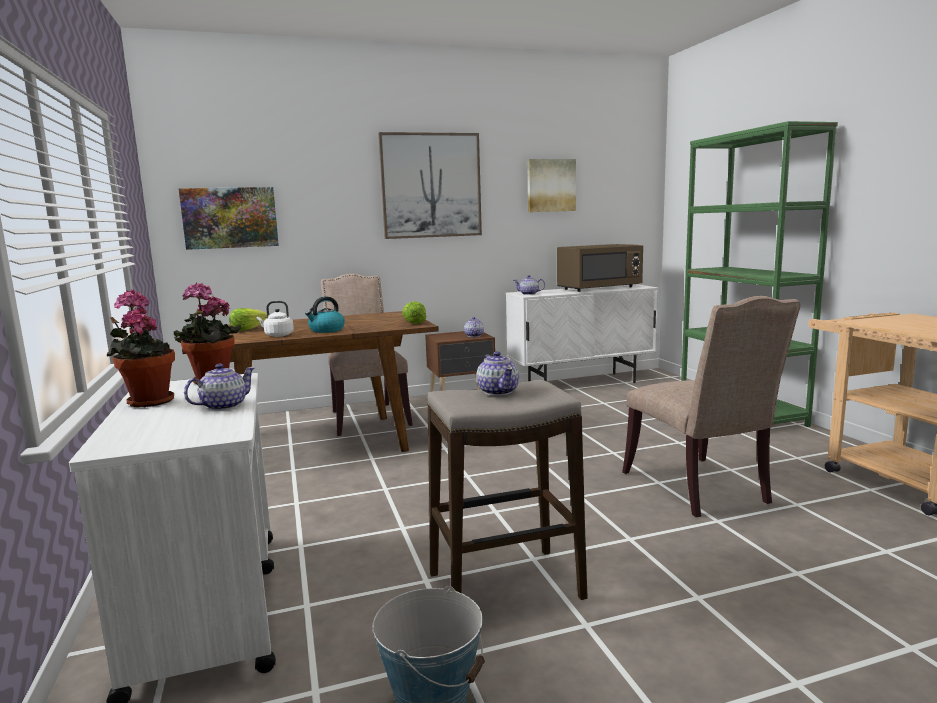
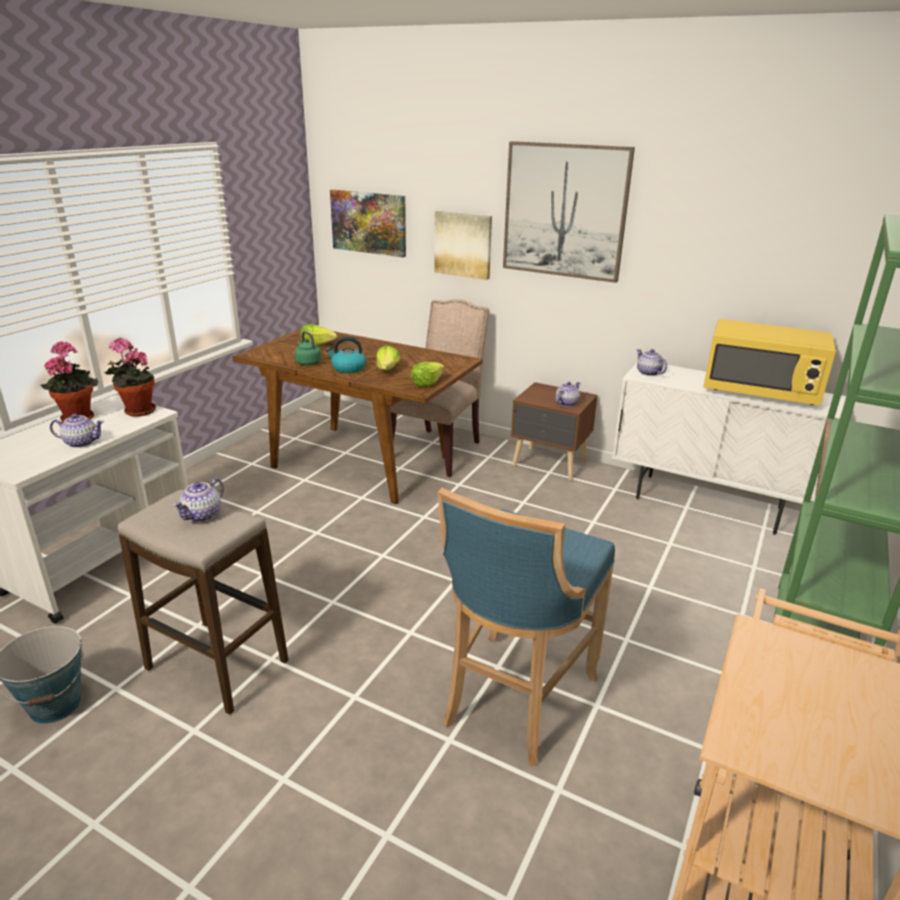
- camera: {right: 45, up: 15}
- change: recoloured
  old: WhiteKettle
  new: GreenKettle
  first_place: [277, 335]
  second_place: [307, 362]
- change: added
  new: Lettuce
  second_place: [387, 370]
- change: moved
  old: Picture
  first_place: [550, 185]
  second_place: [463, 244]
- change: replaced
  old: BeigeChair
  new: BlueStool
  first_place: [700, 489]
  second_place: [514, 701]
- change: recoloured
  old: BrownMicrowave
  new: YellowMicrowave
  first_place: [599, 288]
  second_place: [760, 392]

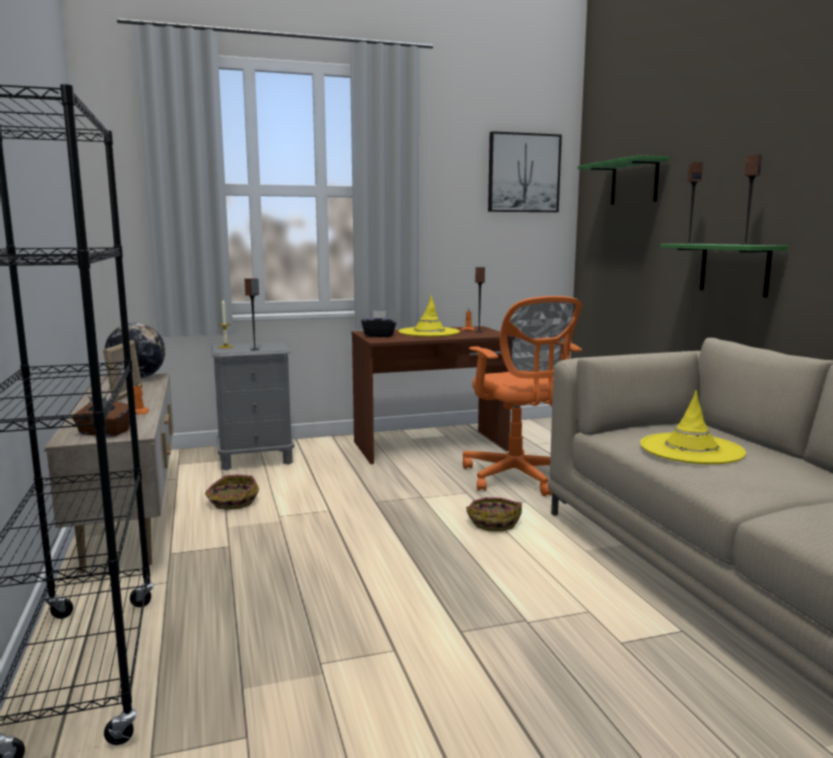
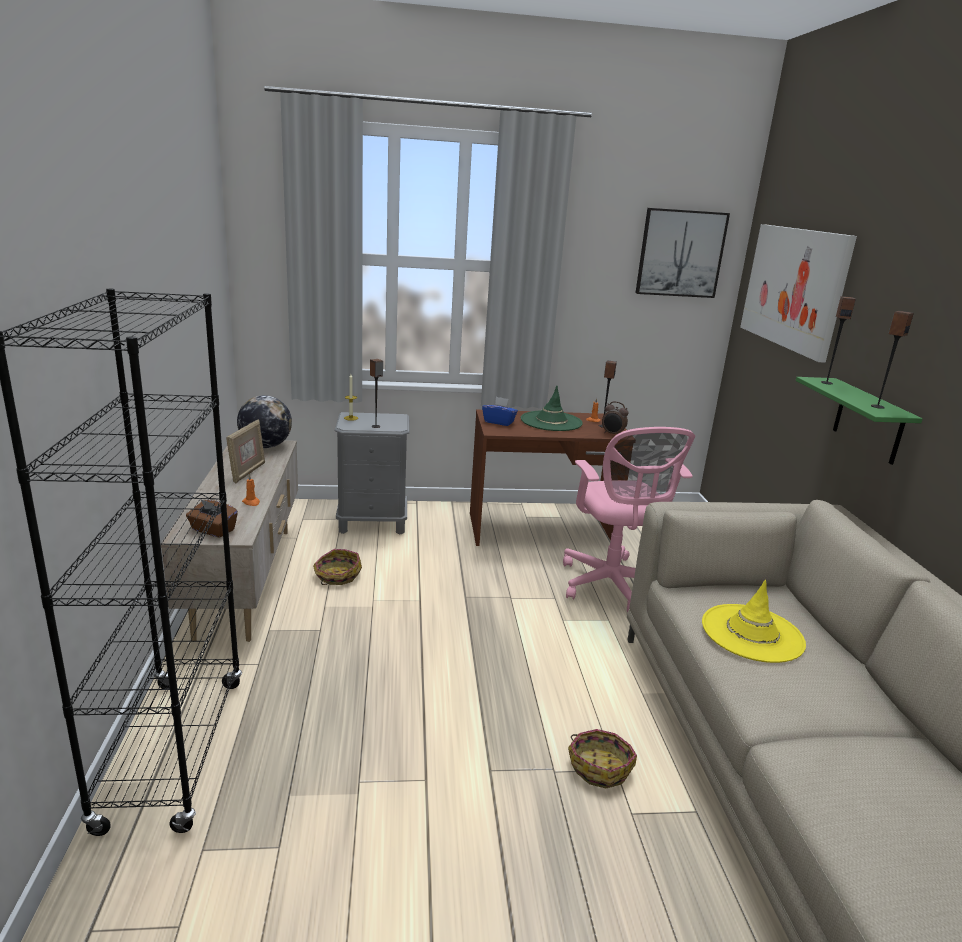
- camera: {right: 10, up: 10}
- change: recoloured
  old: BlackTissueBox
  new: BlueTissueBox
  first_place: [379, 335]
  second_place: [499, 422]
- change: recoloured
  old: YellowHat
  new: GreenHat
  first_place: [429, 332]
  second_place: [551, 421]
- change: recoloured
  old: OrangeOfficeChair
  new: PinkOfficeChair
  first_place: [517, 478]
  second_place: [612, 587]
- change: moved
  old: Basket
  first_place: [493, 522]
  second_place: [599, 766]
- change: added
  new: AlarmClock
  second_place: [612, 434]
- change: replaced
  old: GreenShelf
  new: Picture
  first_place: [634, 182]
  second_place: [794, 288]

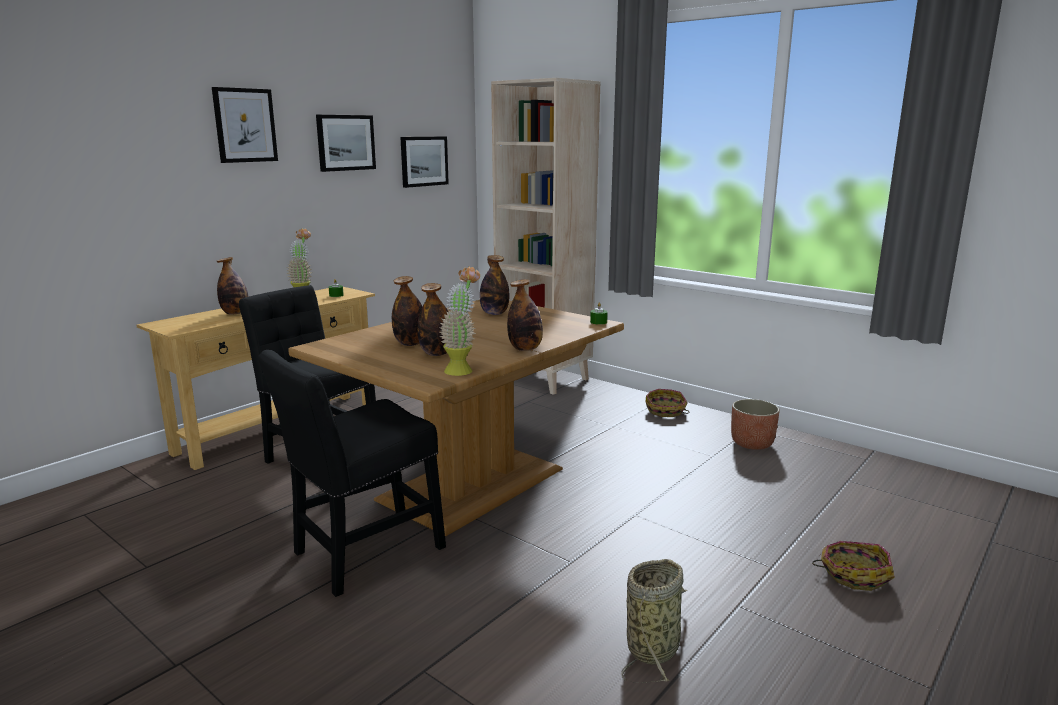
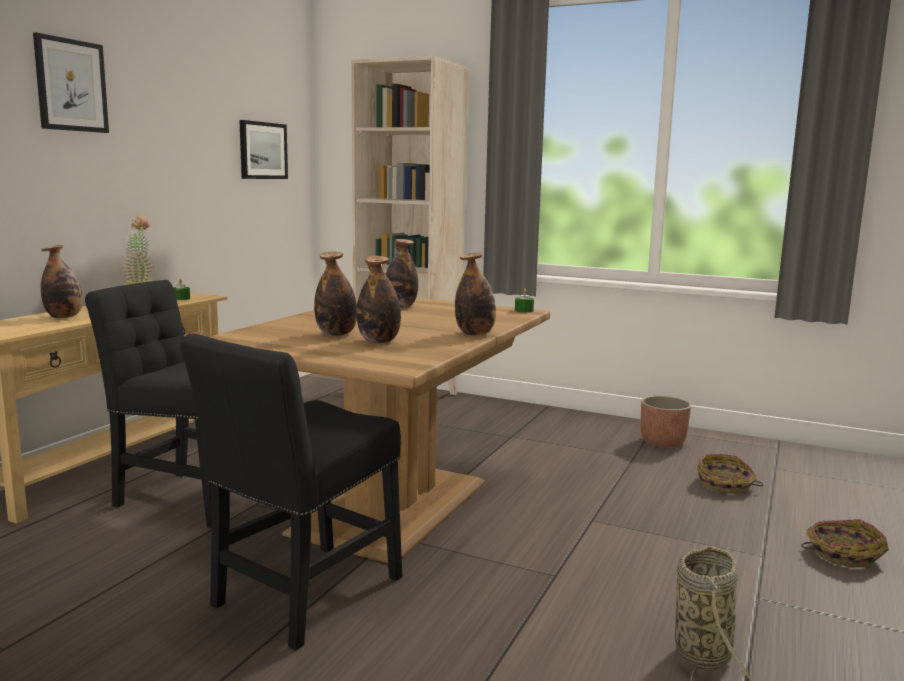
- camera: {right: -15, up: -5}
- change: moved
  old: Basket
  first_place: [665, 411]
  second_place: [725, 485]
- change: removed
  old: Picture
  first_place: [345, 142]
- change: removed
  old: PottedPlant
  first_place: [462, 369]

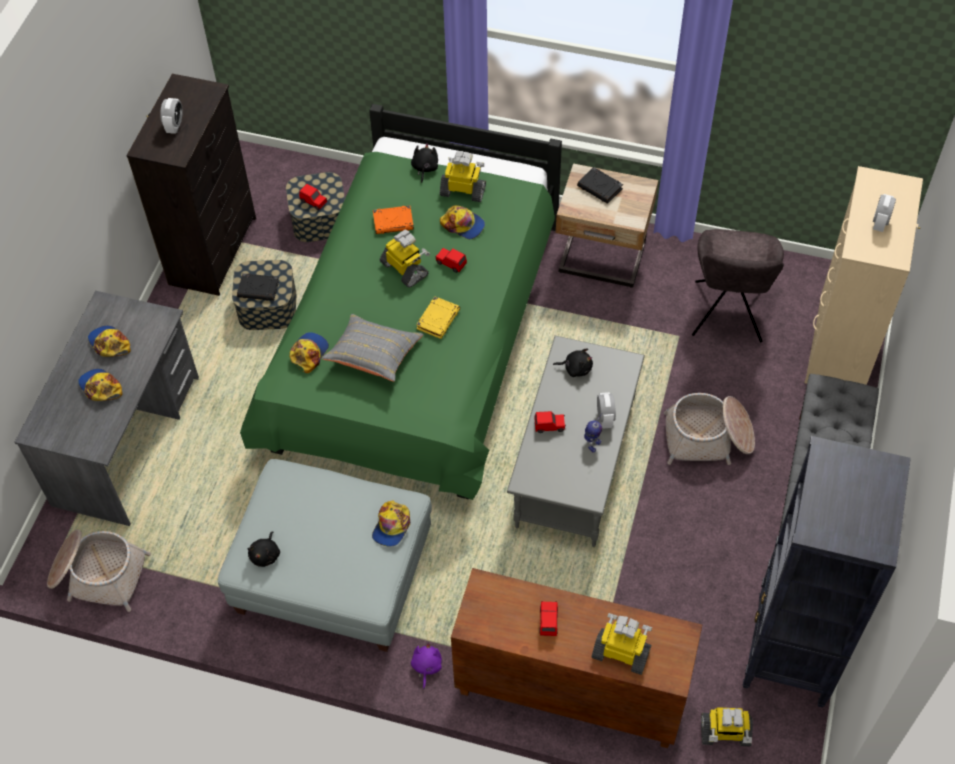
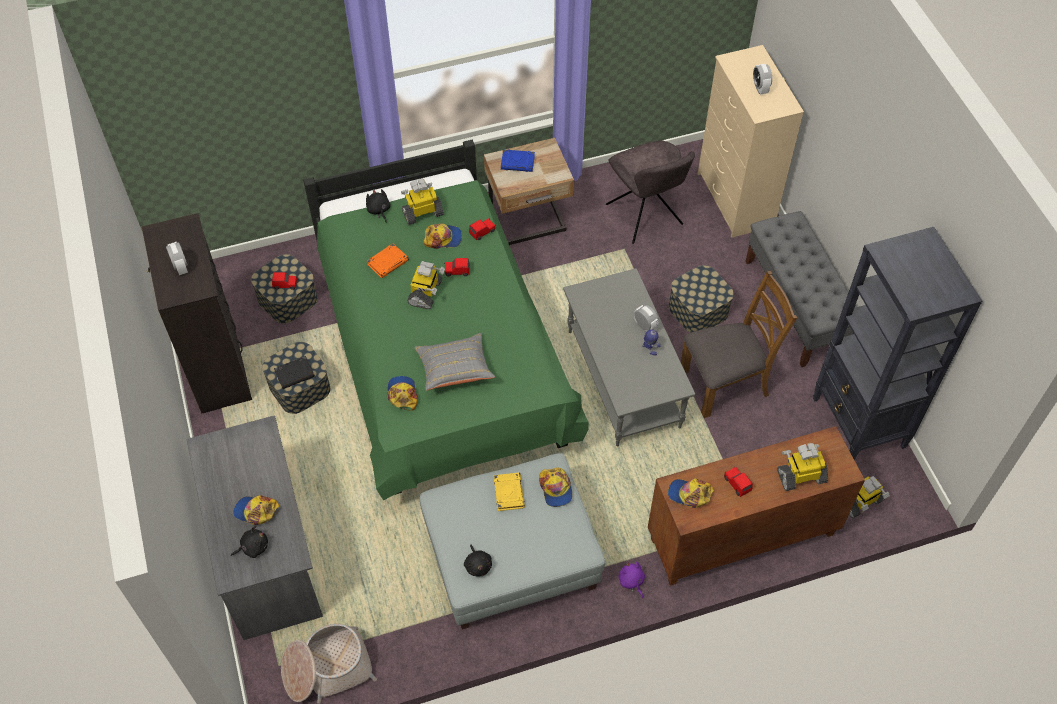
- camera: {right: -35, up: 0}
- change: moved
  old: BlackPlushToy
  first_place: [576, 368]
  second_place: [253, 547]
- change: turned
  old: ToyRobot
  first_place: [405, 269]
  second_place: [426, 293]
  degrees: 90
- change: moved
  old: RedToyCar
  first_place: [549, 426]
  second_place: [482, 232]
- change: moved
  old: YellowBook
  first_place: [438, 319]
  second_place: [508, 492]
- change: recoloured
  old: BlackBook
  new: BlueBook
  first_place: [600, 188]
  second_place: [518, 163]
- change: replaced
  old: Basket
  new: StorageBox
  first_place: [708, 438]
  second_place: [698, 310]
- change: moved
  old: Cap
  first_place: [109, 344]
  second_place: [689, 494]
- change: added
  new: BrownChair
  second_place: [725, 382]

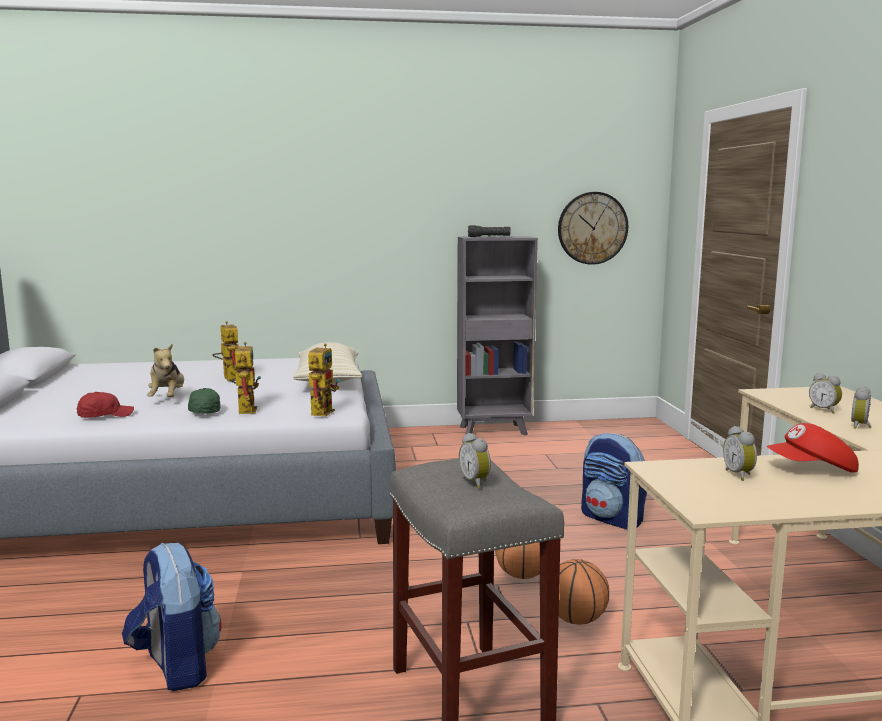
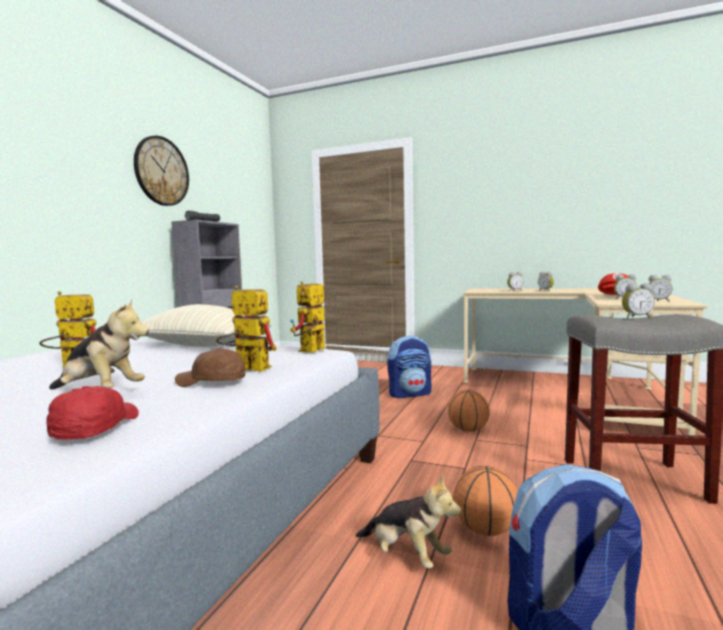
- camera: {right: -60, up: -5}
- change: moved
  old: WallClock
  first_place: [592, 228]
  second_place: [161, 171]
- change: recoloured
  old: GreenCap
  new: BrownCap
  first_place: [203, 411]
  second_place: [212, 382]
- change: turned
  old: ToyRobot
  first_place: [322, 411]
  second_place: [310, 351]
  degrees: -105
- change: added
  new: PlushToy
  second_place: [406, 555]
- change: moved
  old: Basketball
  first_place: [576, 620]
  second_place: [486, 530]
- change: added
  new: AlarmClock
  second_place: [658, 301]

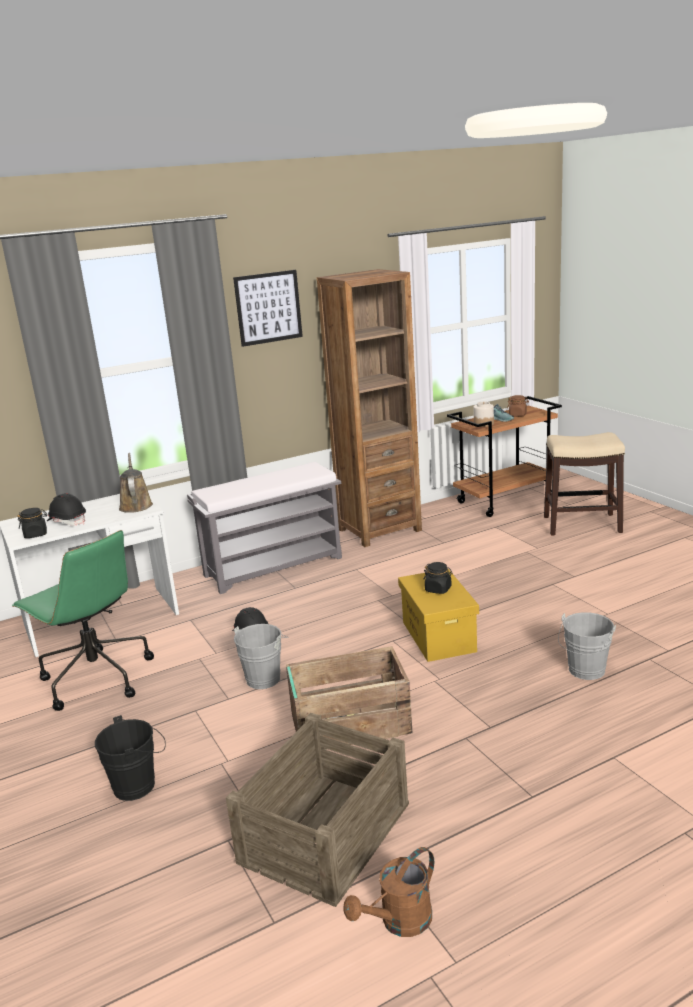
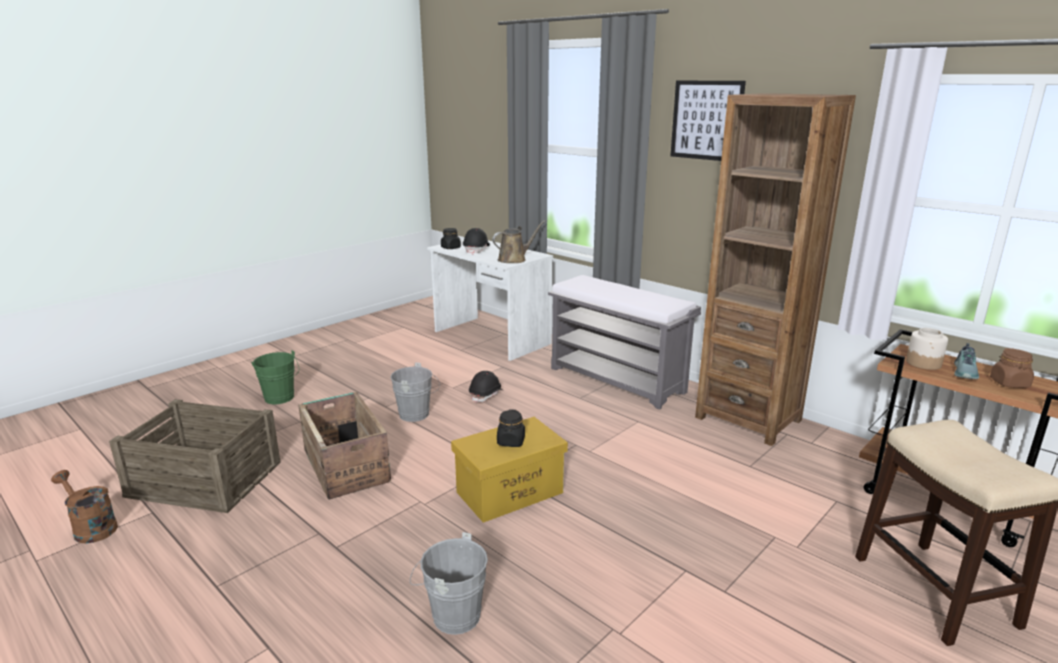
- camera: {right: 70, up: 0}
- change: recoloured
  old: BlackBucket
  new: GreenBucket
  first_place: [139, 785]
  second_place: [280, 399]
- change: removed
  old: GreenOfficeChair
  first_place: [95, 678]

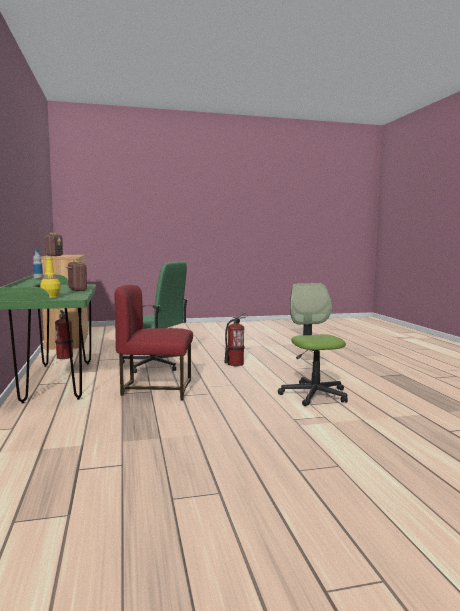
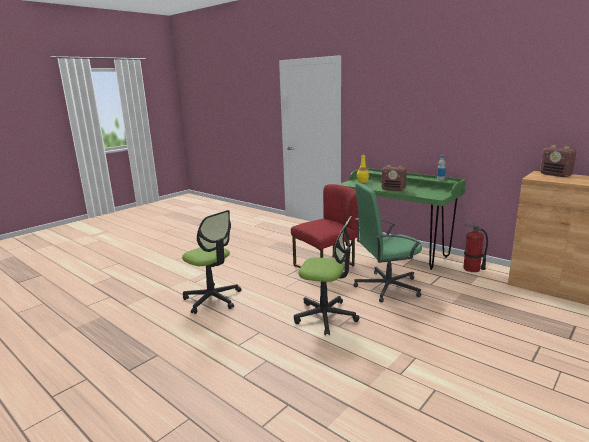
- camera: {right: 145, up: 10}
- change: replaced
  old: FireExtinguisher
  new: OfficeChair
  first_place: [235, 364]
  second_place: [325, 316]

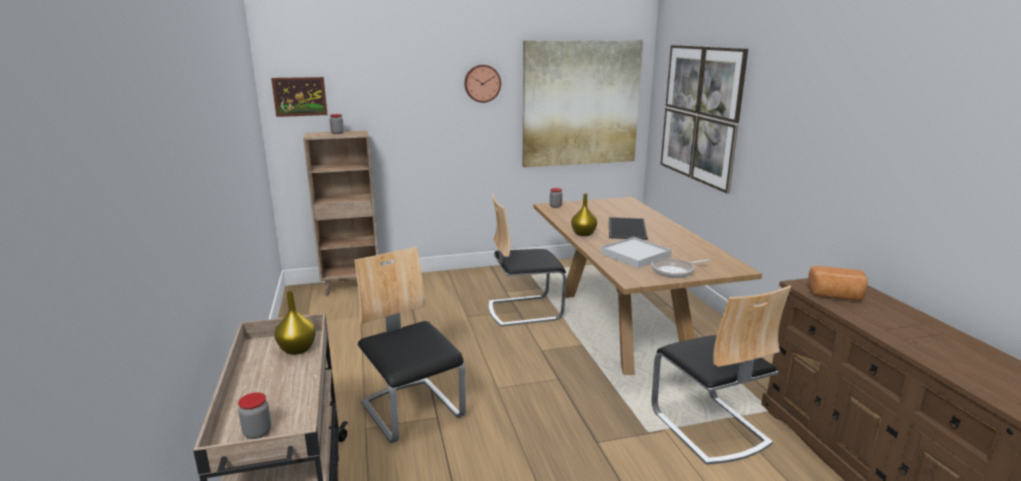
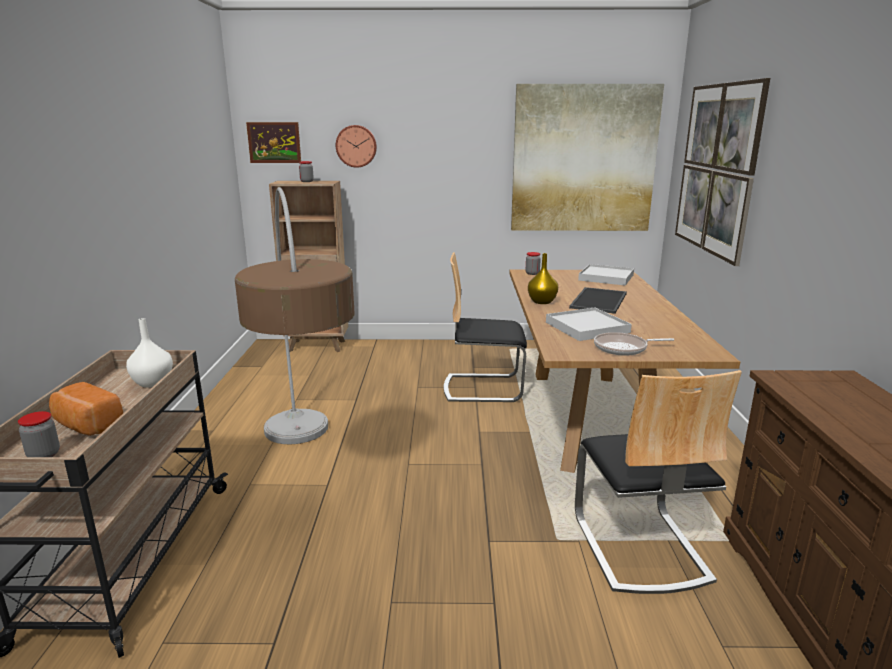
- camera: {right: 15, up: 0}
- change: moved
  old: Bread
  first_place: [835, 296]
  second_place: [87, 426]
- change: recoloured
  old: YellowVase
  new: WhiteVase
  first_place: [298, 349]
  second_place: [154, 383]
- change: replaced
  old: Chair
  new: FloorLamp
  first_place: [412, 410]
  second_place: [306, 473]
- change: moved
  old: WallClock
  first_place: [482, 83]
  second_place: [356, 146]
- change: added
  new: WhiteTray
  second_place: [606, 277]

